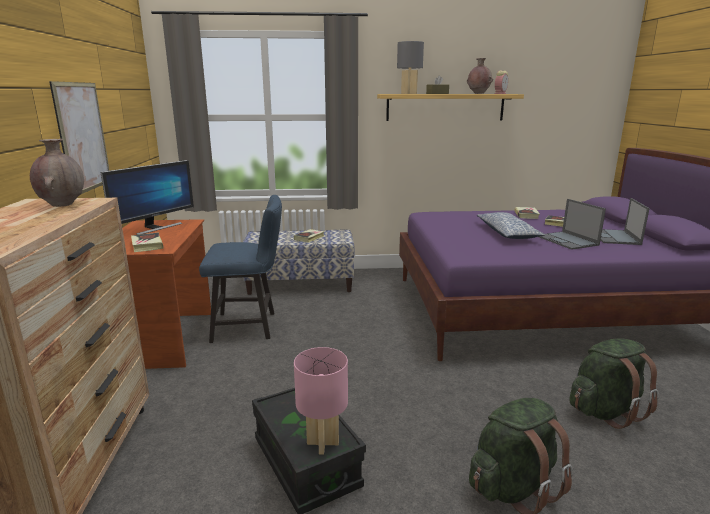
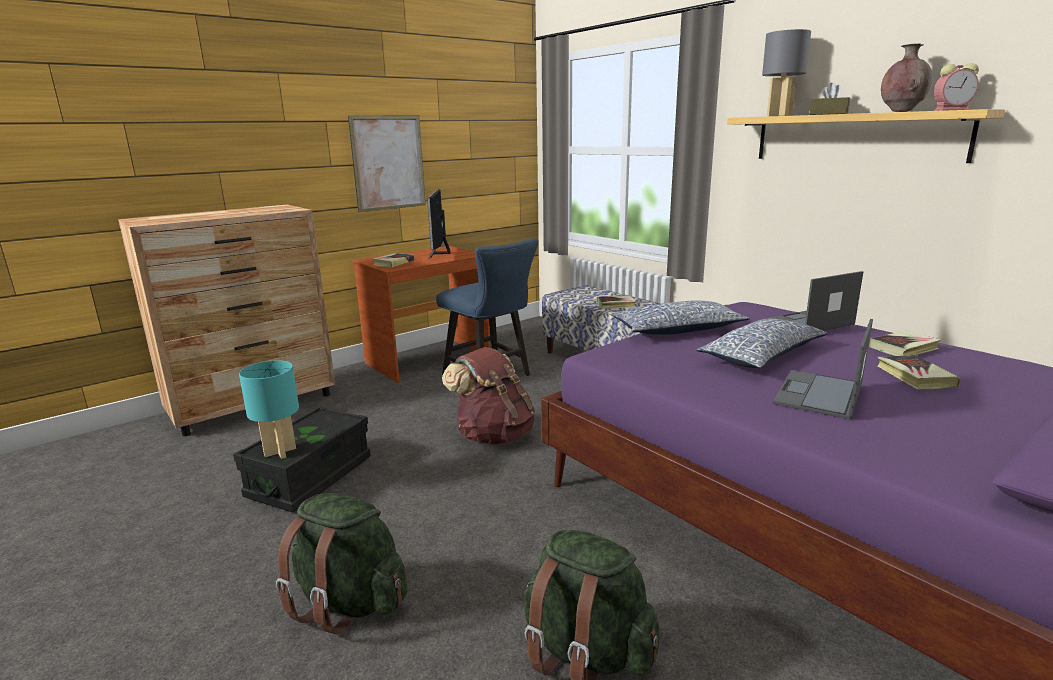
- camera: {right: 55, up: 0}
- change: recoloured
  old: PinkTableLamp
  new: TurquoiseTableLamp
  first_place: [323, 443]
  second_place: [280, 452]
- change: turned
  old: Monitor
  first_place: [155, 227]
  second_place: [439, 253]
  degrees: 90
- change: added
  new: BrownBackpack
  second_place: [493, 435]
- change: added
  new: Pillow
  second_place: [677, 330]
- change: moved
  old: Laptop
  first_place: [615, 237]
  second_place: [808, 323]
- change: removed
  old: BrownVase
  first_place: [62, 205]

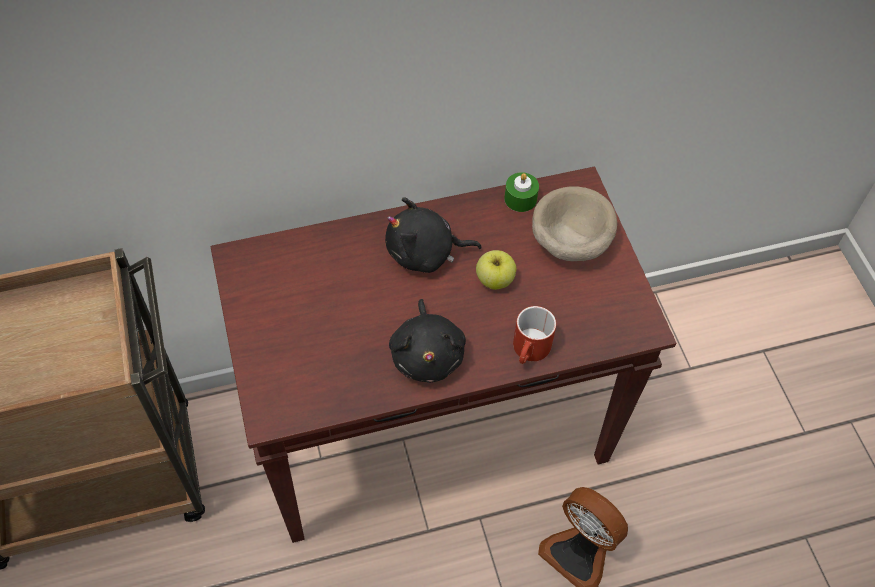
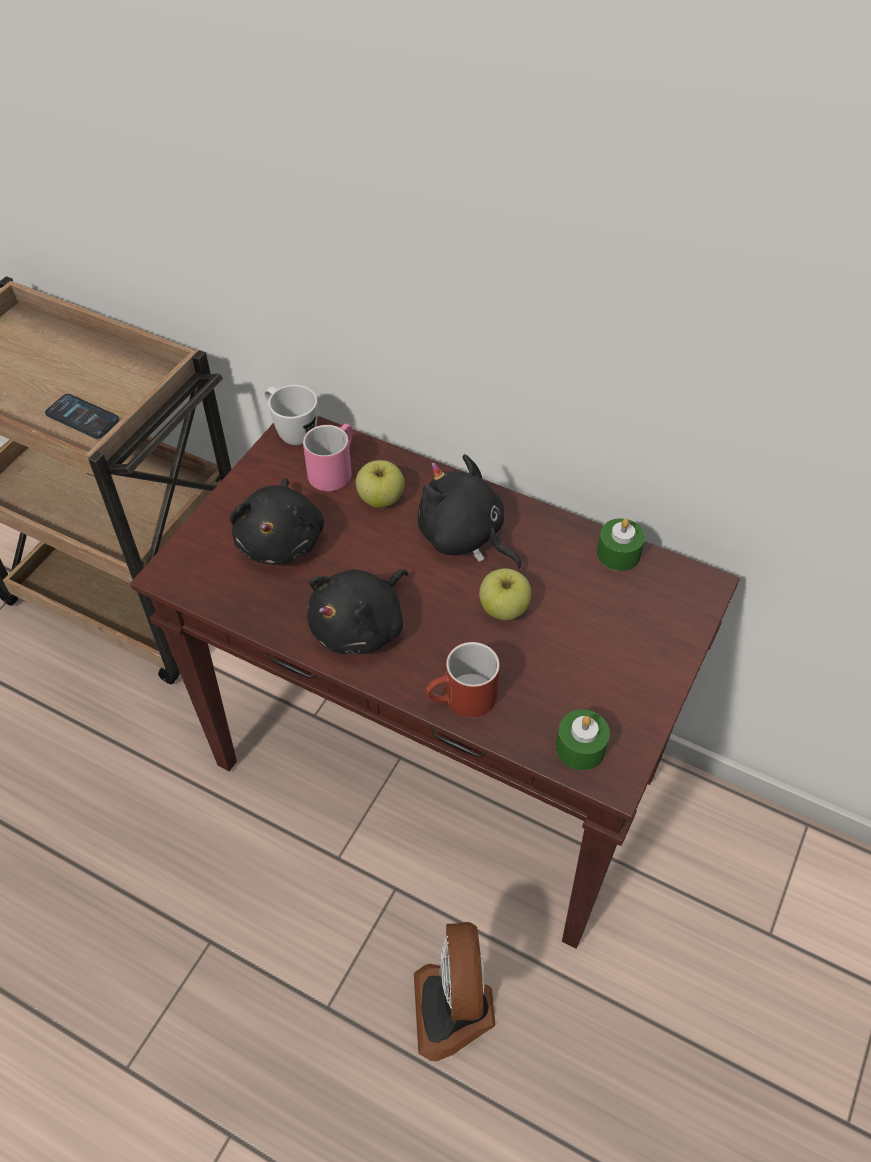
- camera: {right: 45, up: -5}
- change: added
  new: Phone
  second_place: [82, 417]
- change: added
  new: BlackPlushToy
  second_place: [281, 540]
- change: added
  new: WhiteMug
  second_place: [291, 432]
- change: added
  new: PinkMug
  second_place: [333, 469]
- change: added
  new: Apple
  second_place: [380, 498]
- change: added
  new: GreenCandle
  second_place: [580, 747]
- change: removed
  old: BeigeBowl
  first_place: [568, 242]

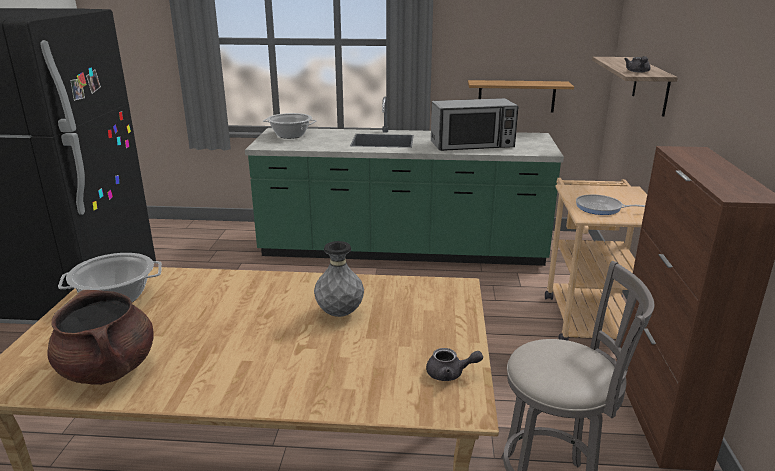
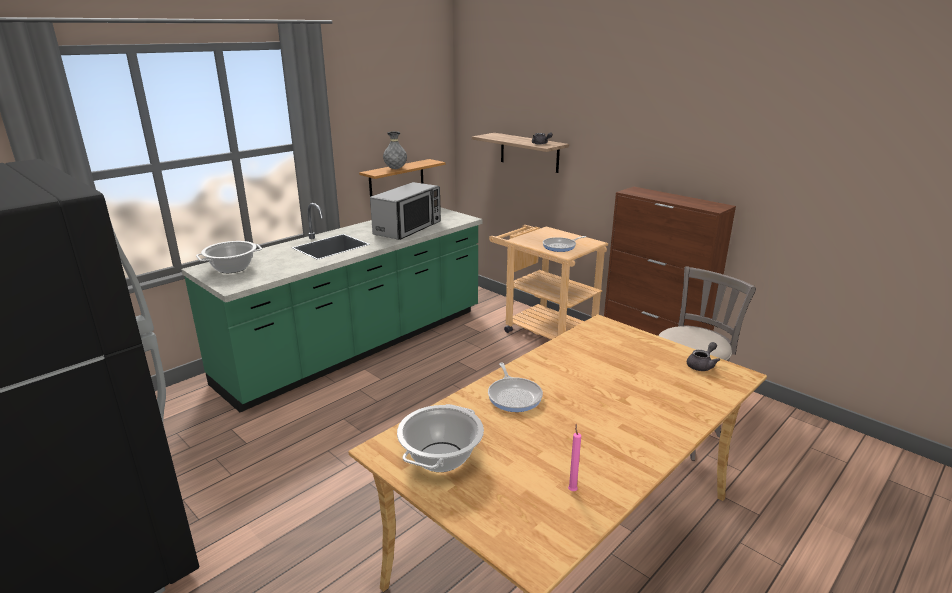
- camera: {right: -50, up: 0}
- change: moved
  old: GreyVase
  first_place: [339, 313]
  second_place: [395, 169]
- change: added
  new: FryingPan
  second_place: [514, 396]
- change: replaced
  old: BrownCookingPot
  new: PinkCandle
  first_place: [108, 369]
  second_place: [572, 490]

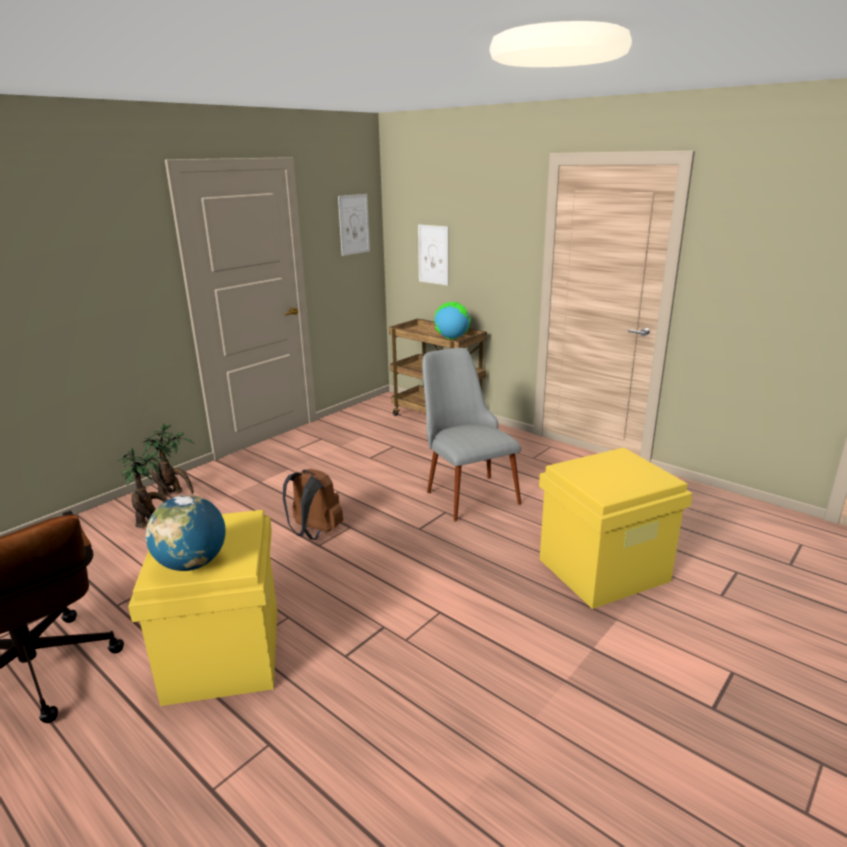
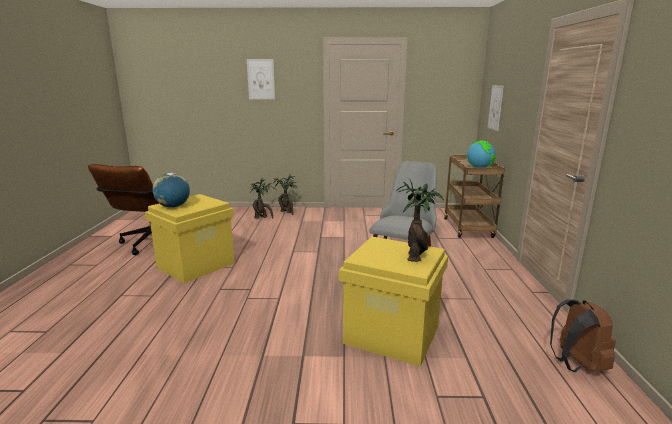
- camera: {right: 50, up: -5}
- change: moved
  old: Picture
  first_place: [354, 224]
  second_place: [261, 79]
- change: added
  new: PottedPlant
  second_place: [416, 256]
- change: moved
  old: BrownBackpack
  first_place: [314, 532]
  second_place: [576, 364]

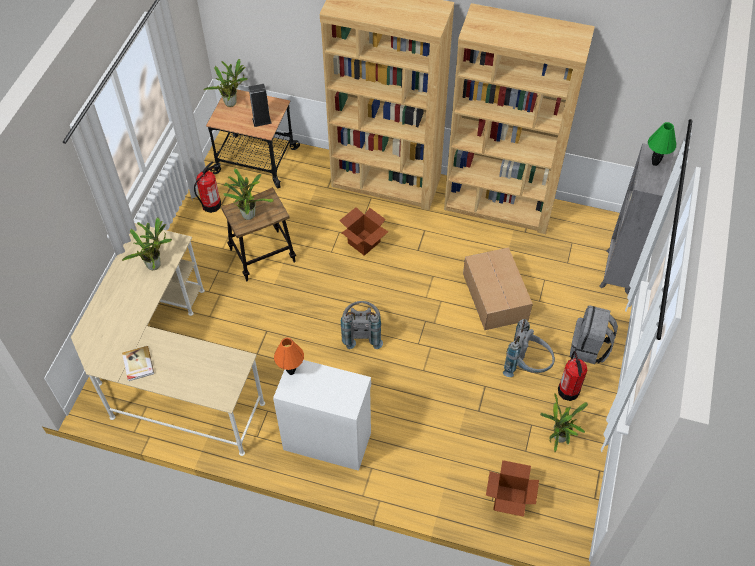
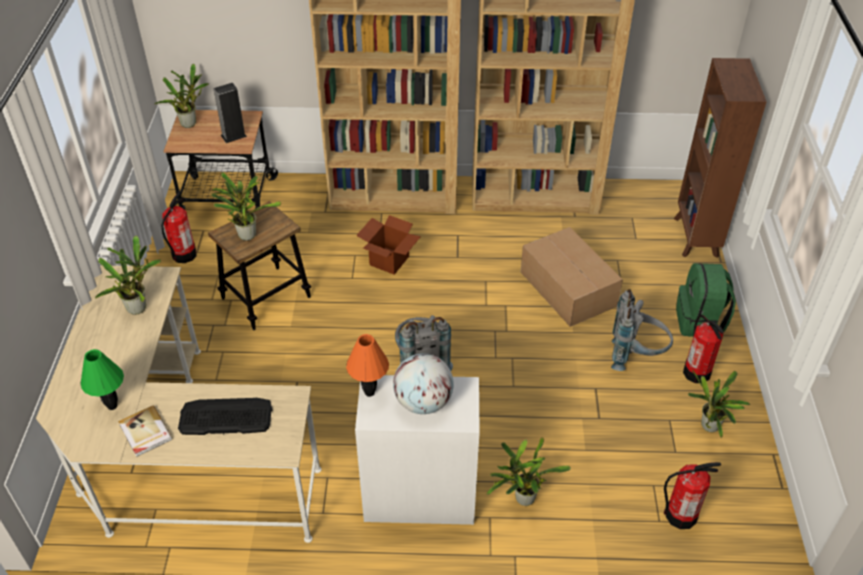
- camera: {right: -15, up: -10}
- change: moved
  old: GreenTableLamp
  first_place: [654, 163]
  second_place: [112, 406]
- change: added
  new: Keyboard
  second_place: [225, 417]
- change: added
  new: Globe
  second_place: [423, 402]
- change: added
  new: PottedPlant
  second_place: [521, 499]
- change: replaced
  old: CardboardBox
  new: FireExtinguisher
  first_place: [509, 500]
  second_place: [680, 515]
- change: recoloured
  old: GreyBookcase
  new: BrownBookcase
  first_place: [617, 272]
  second_place: [695, 238]
- change: recoloured
  old: GreyBackpack
  new: GreenBackpack
  first_place: [589, 348]
  second_place: [700, 321]

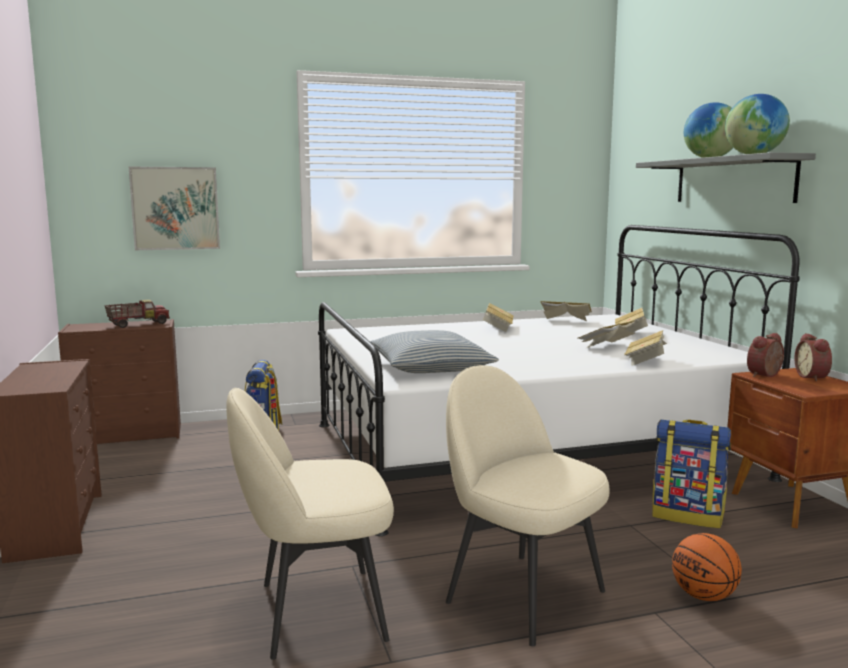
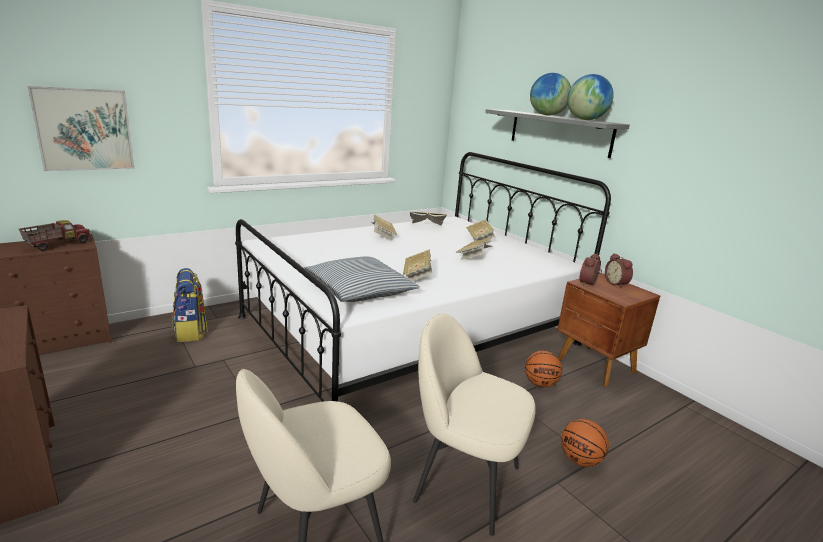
- camera: {right: -20, up: 10}
- change: moved
  old: Book
  first_place: [645, 361]
  second_place: [417, 275]
- change: replaced
  old: Backpack
  new: Basketball
  first_place: [688, 515]
  second_place: [540, 384]

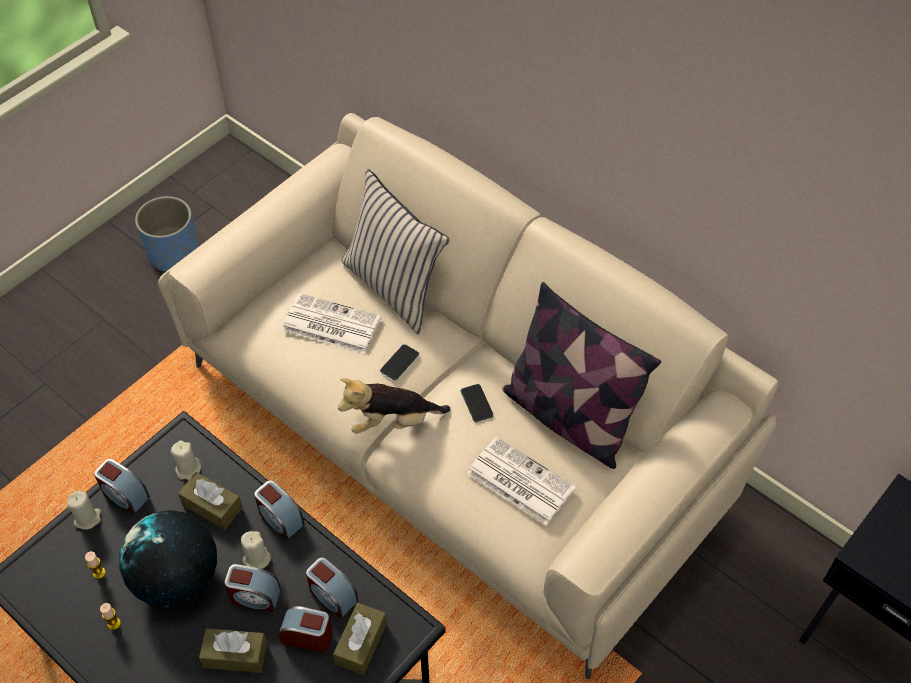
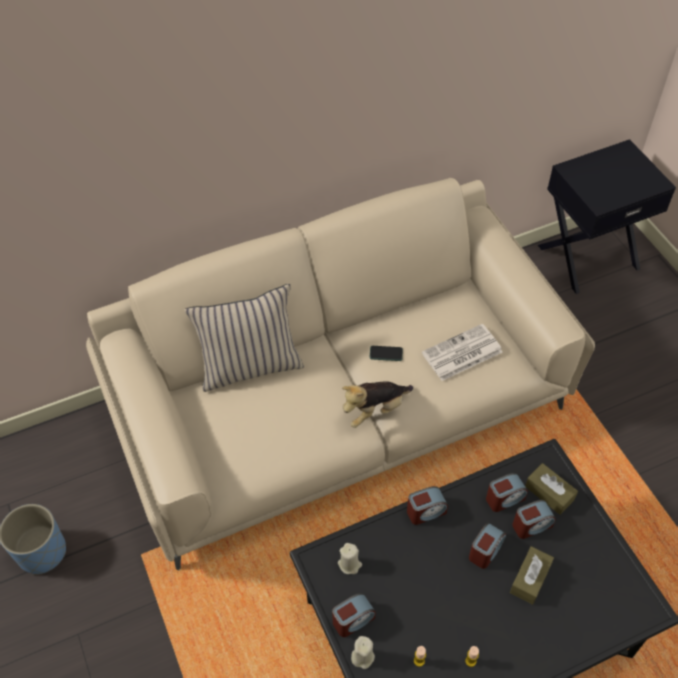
- camera: {right: -65, up: 0}
- change: turned
  old: PlushToy
  first_place: [392, 422]
  second_place: [375, 410]
  degrees: 45
- change: turned
  old: AlarmClock
  first_place: [308, 636]
  second_place: [531, 525]
  degrees: -150
- change: removed
  old: Globe
  first_place: [177, 580]
- change: removed
  old: BrownTissueBox
  first_place: [212, 506]
- change: removed
  old: BeigeCandle
  first_place: [256, 559]
- change: removed
  old: Newspaper
  first_place: [330, 324]
- change: removed
  old: Phone
  first_place: [399, 363]
- change: removed
  old: Pillow
  first_place: [568, 417]

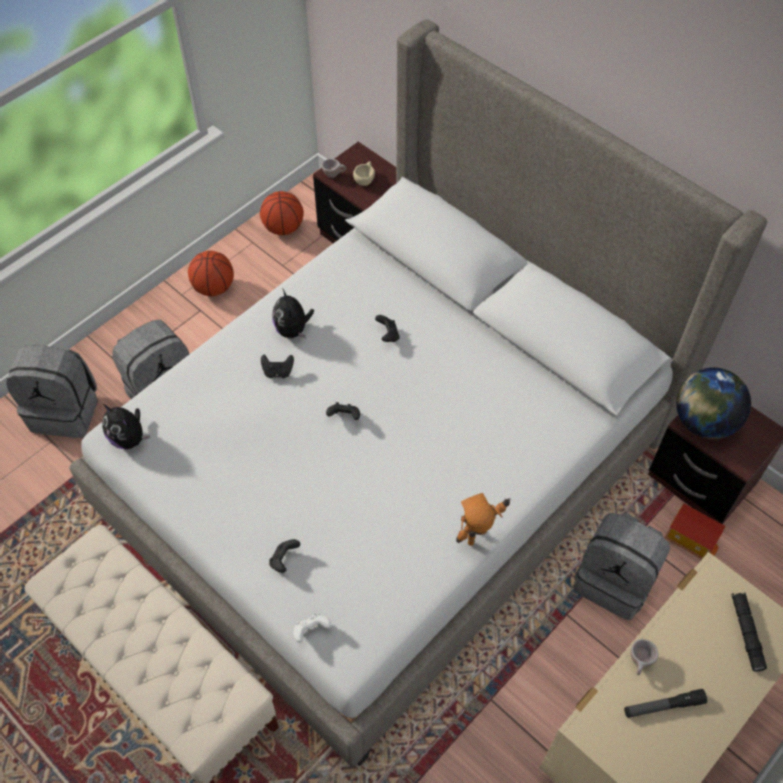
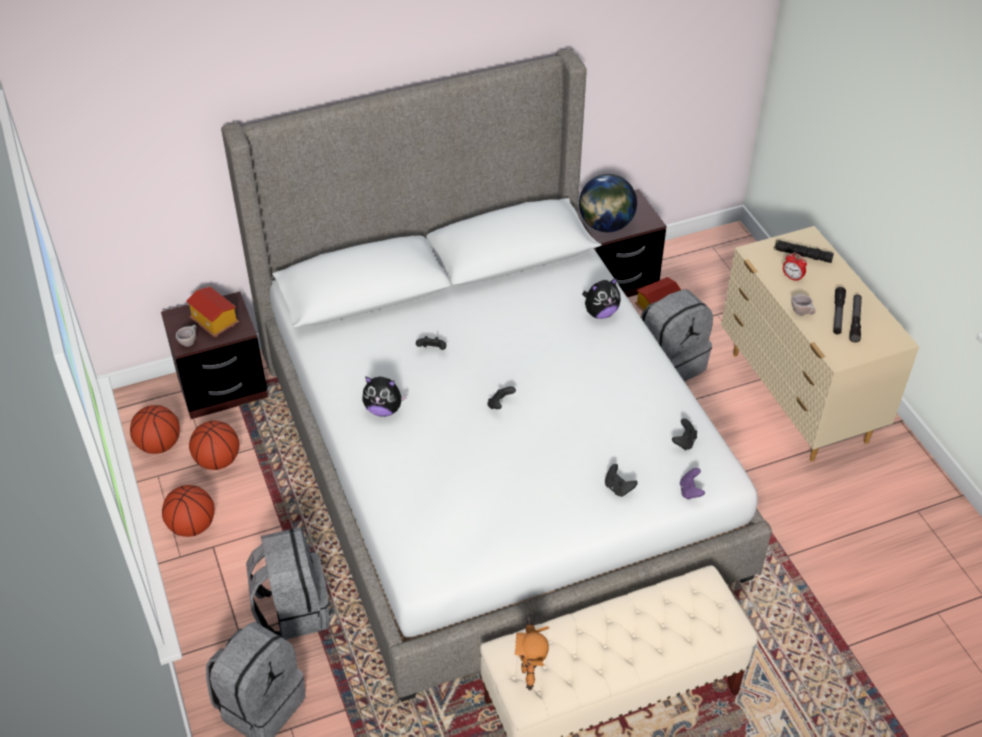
- camera: {right: -65, up: -10}
- change: replaced
  old: BeigeCup
  new: ToyHouse
  first_place: [365, 179]
  second_place: [214, 322]
- change: added
  new: Basketball
  second_place: [218, 461]
- change: moved
  old: ToyRobot
  first_place: [479, 540]
  second_place: [530, 675]
- change: moved
  old: PlushToy
  first_place: [129, 438]
  second_place: [600, 313]
- change: moved
  old: BlackGameController
  first_place: [278, 372]
  second_place: [684, 442]
- change: recoloured
  old: WhiteGameController
  new: PurpleGameController
  first_place: [311, 631]
  second_place: [690, 491]
- change: added
  new: AlarmClock
  second_place: [792, 277]
- change: added
  new: Flashlight
  second_place: [855, 321]

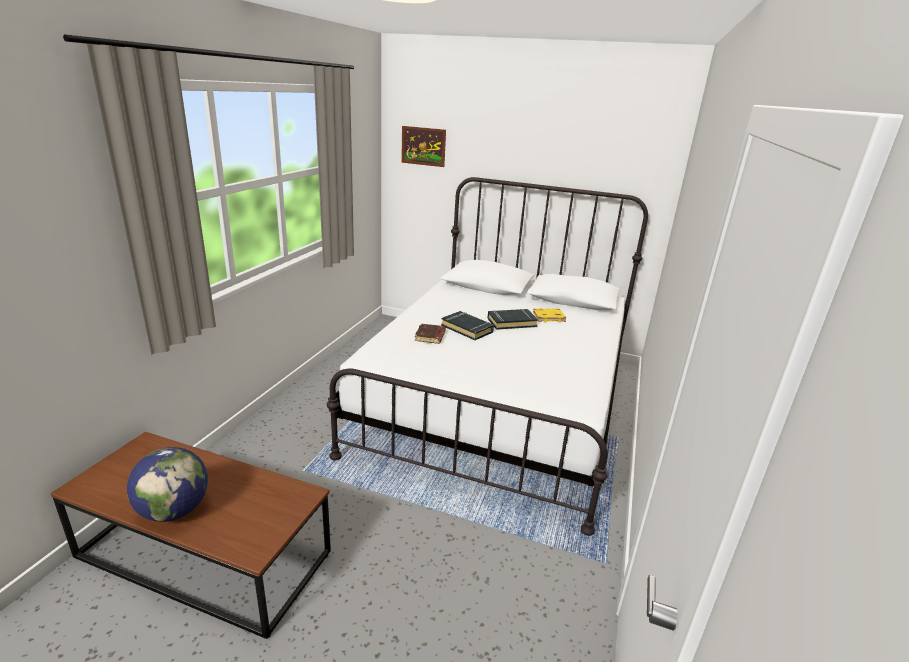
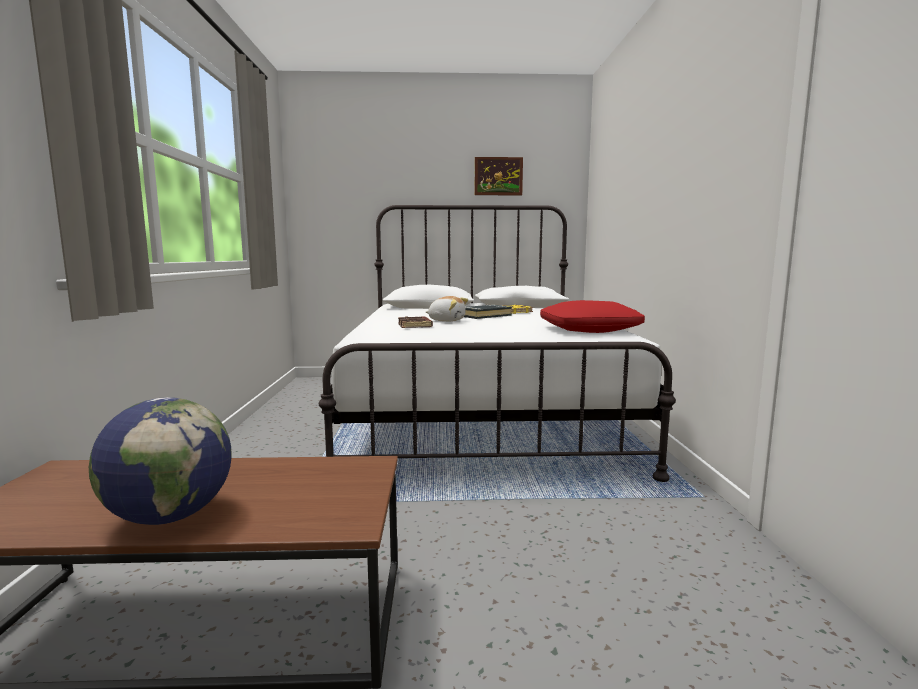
- camera: {right: -20, up: -15}
- change: replaced
  old: BlackBook
  new: PlushToy
  first_place: [467, 329]
  second_place: [446, 320]
- change: moved
  old: Picture
  first_place: [423, 146]
  second_place: [498, 176]
- change: added
  new: RedPillow
  second_place: [589, 329]

